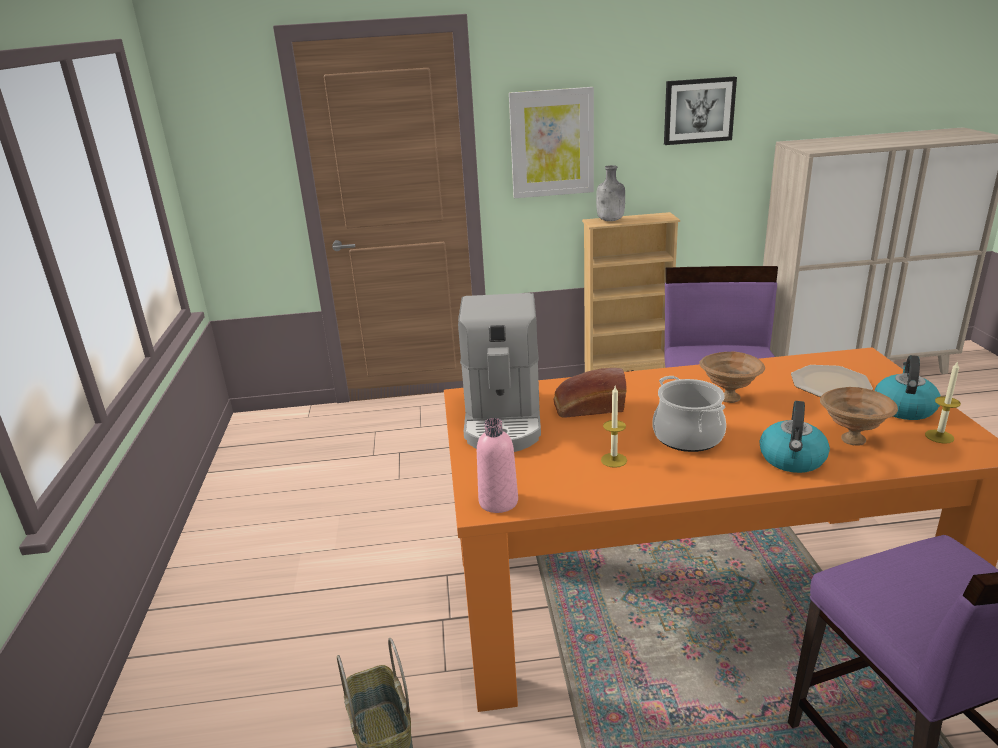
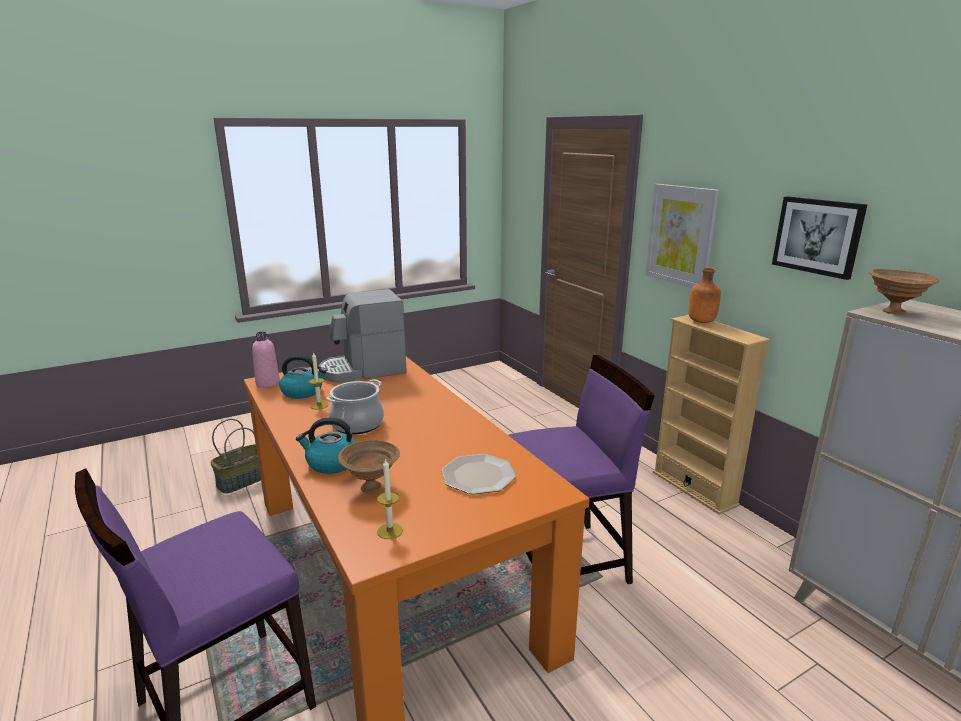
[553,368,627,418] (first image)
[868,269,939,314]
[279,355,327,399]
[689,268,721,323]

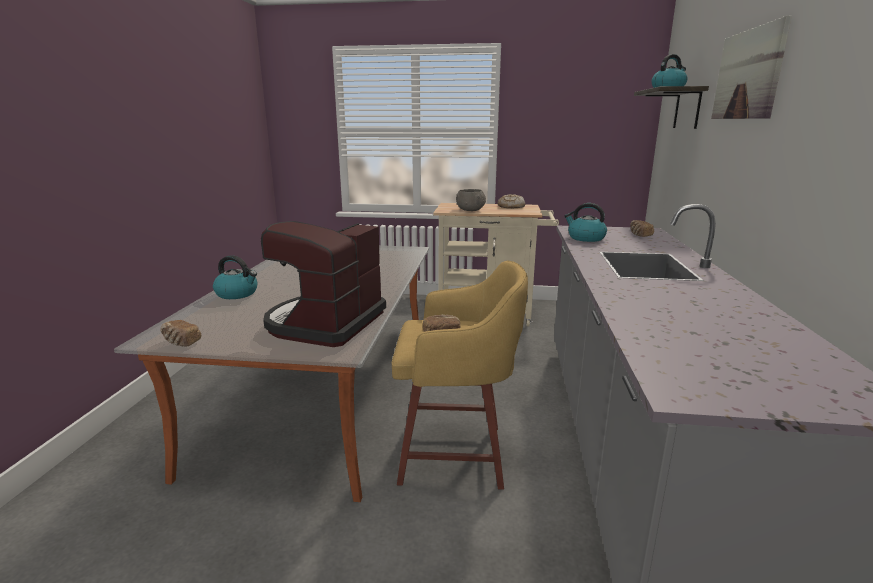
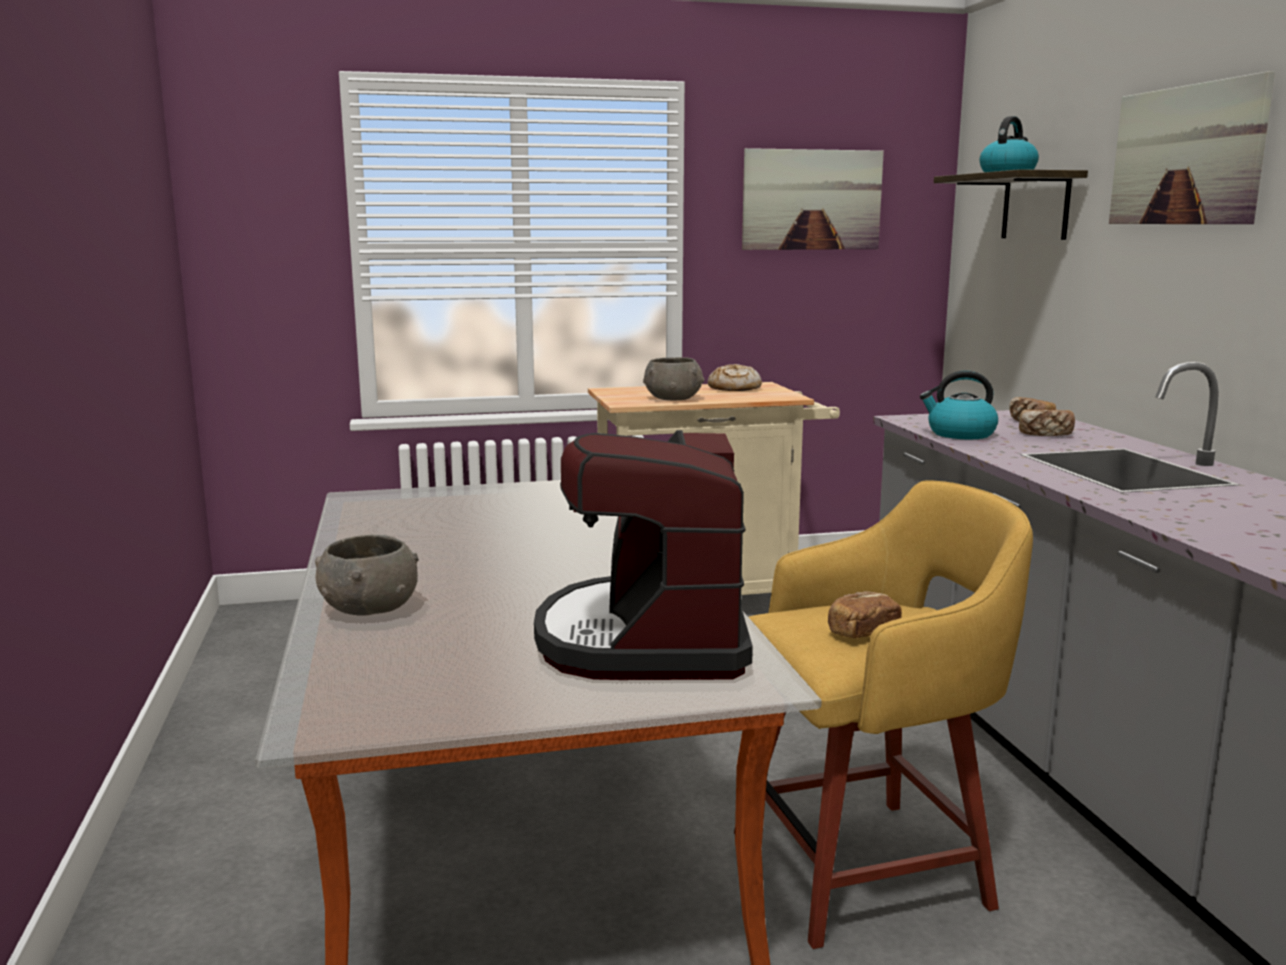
[742,148,884,250]
[1019,409,1075,436]
[315,535,419,616]

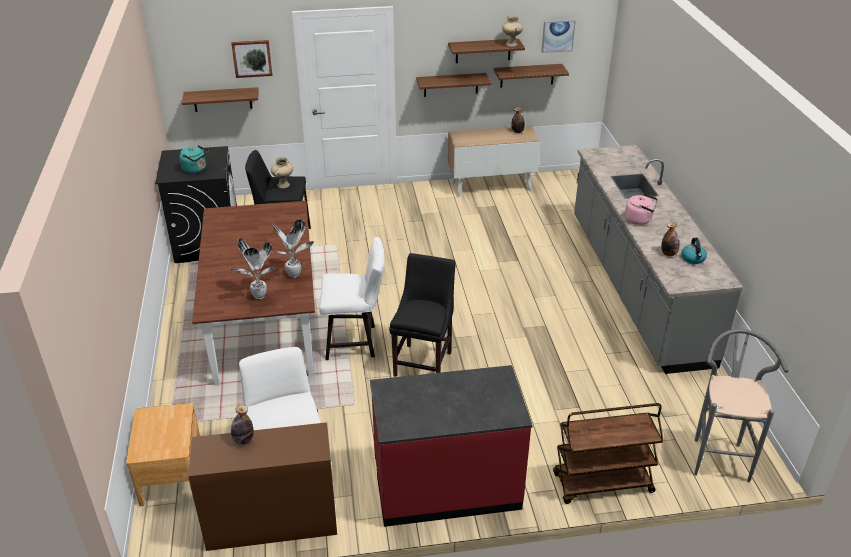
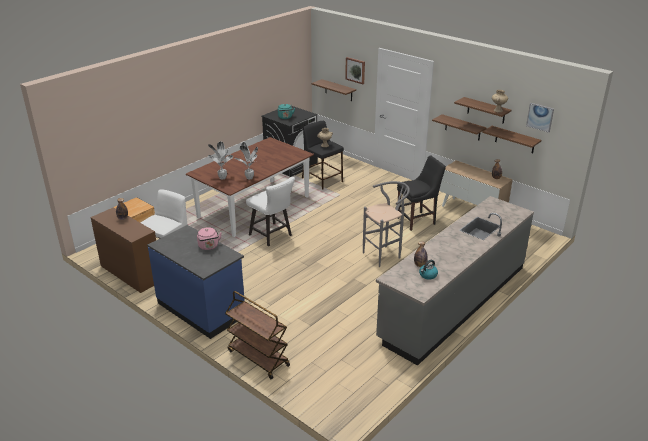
[397,155,446,231]
[197,227,222,250]
[363,181,410,267]
[147,225,245,339]

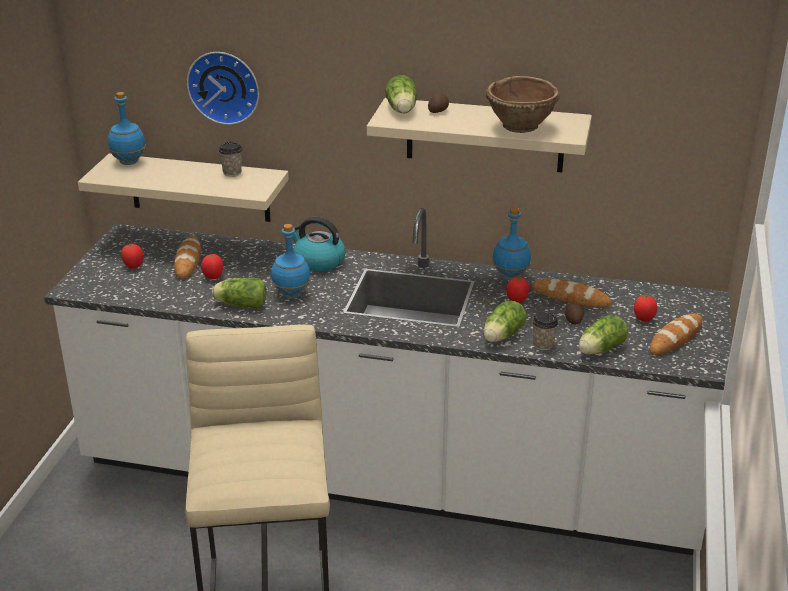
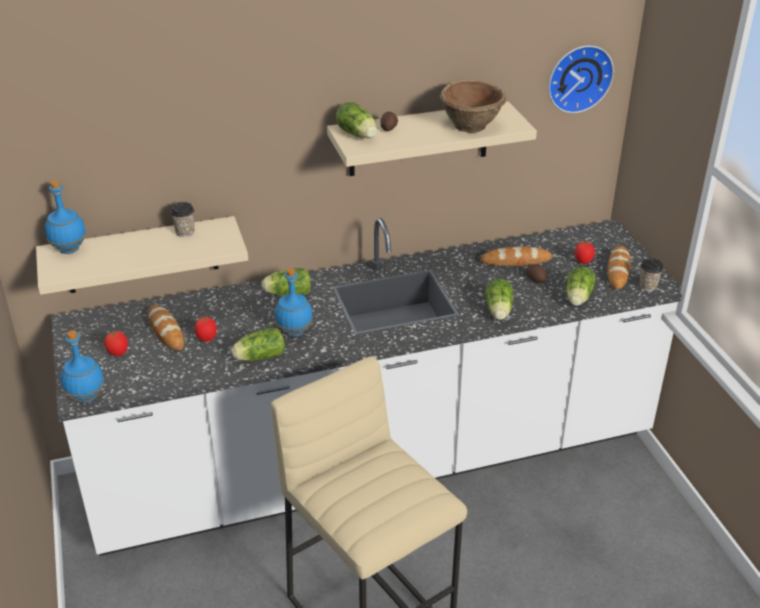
[506,277,529,303] (first image)
[548,45,614,113]
[61,330,104,403]
[640,258,663,291]
[261,268,311,295]

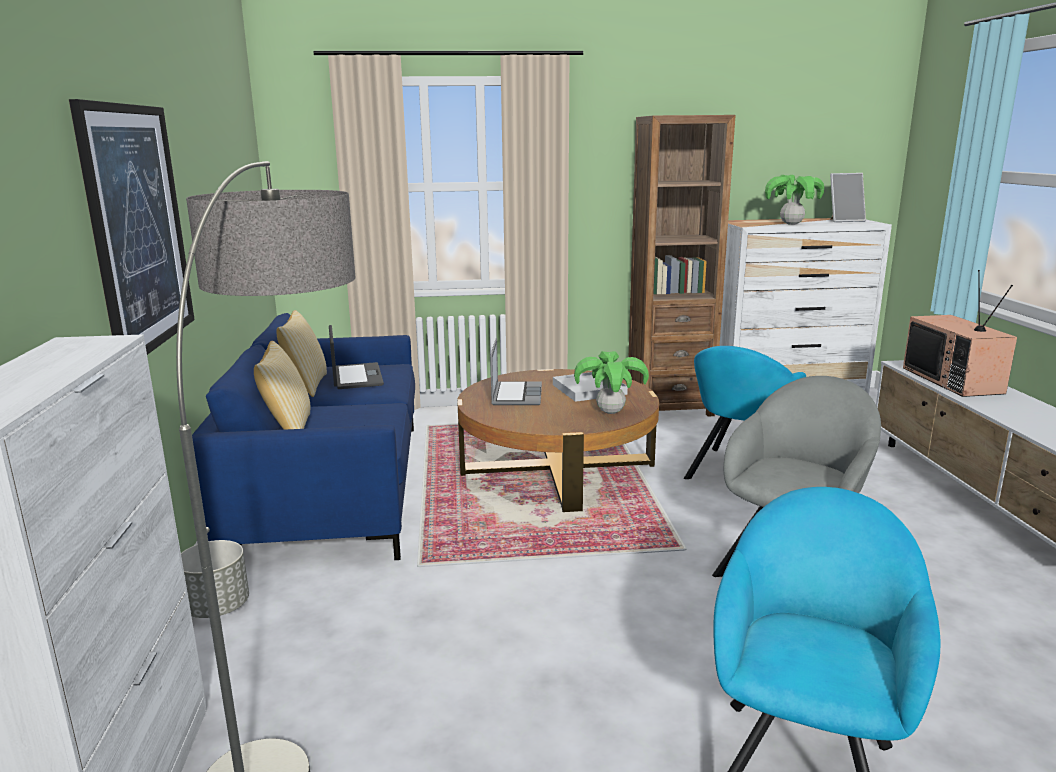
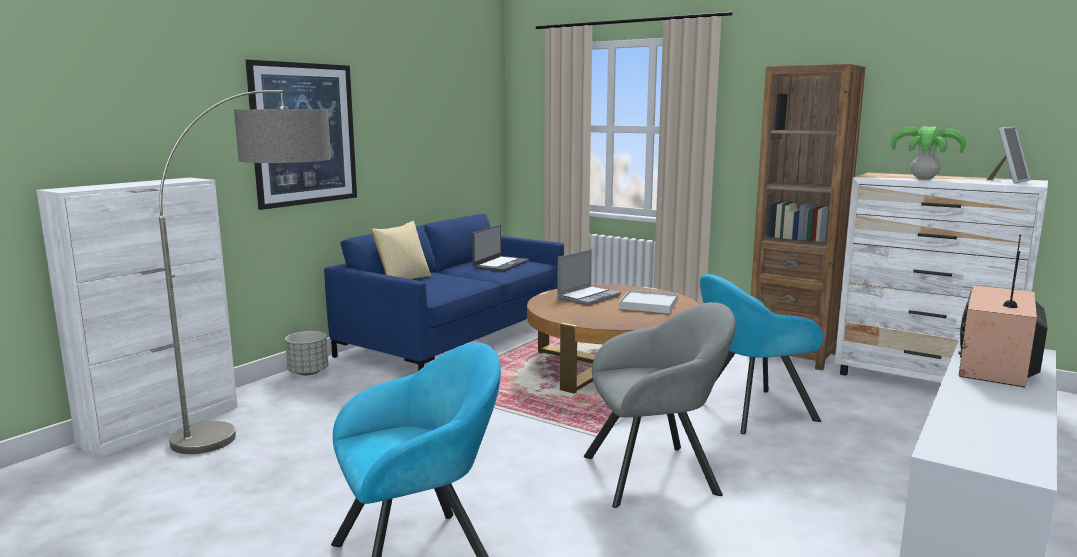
[276,310,327,397] (first image)
[574,351,649,414] (first image)
[986,127,1030,183]

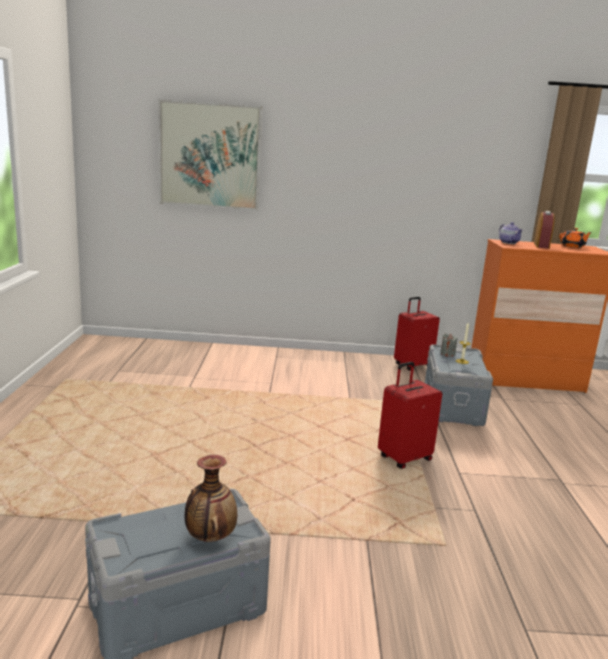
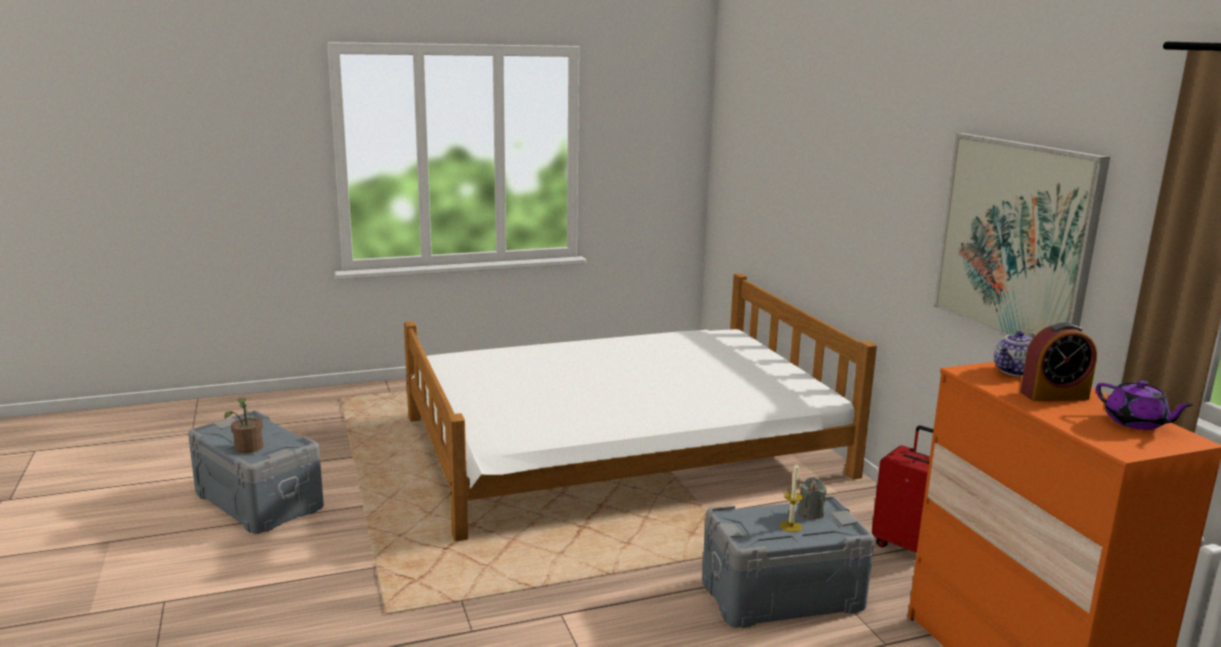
[378,362,442,469] (first image)
[404,273,877,541]
[933,133,1110,337]
[225,398,263,453]
[1096,380,1194,430]

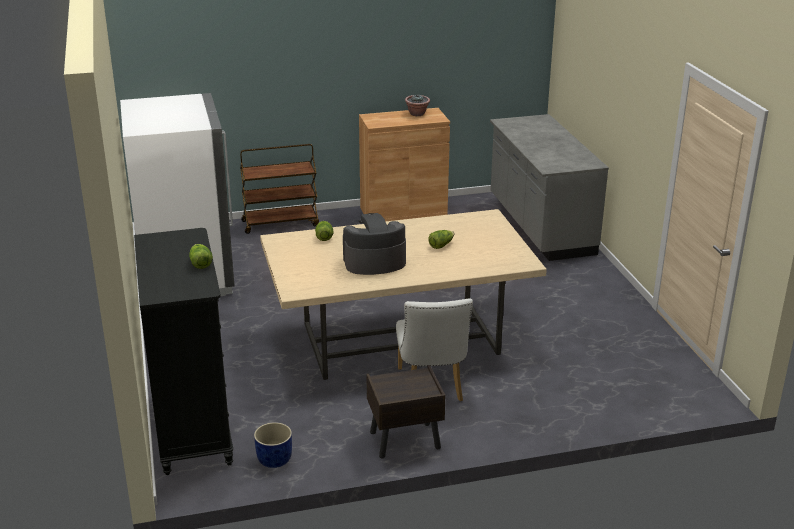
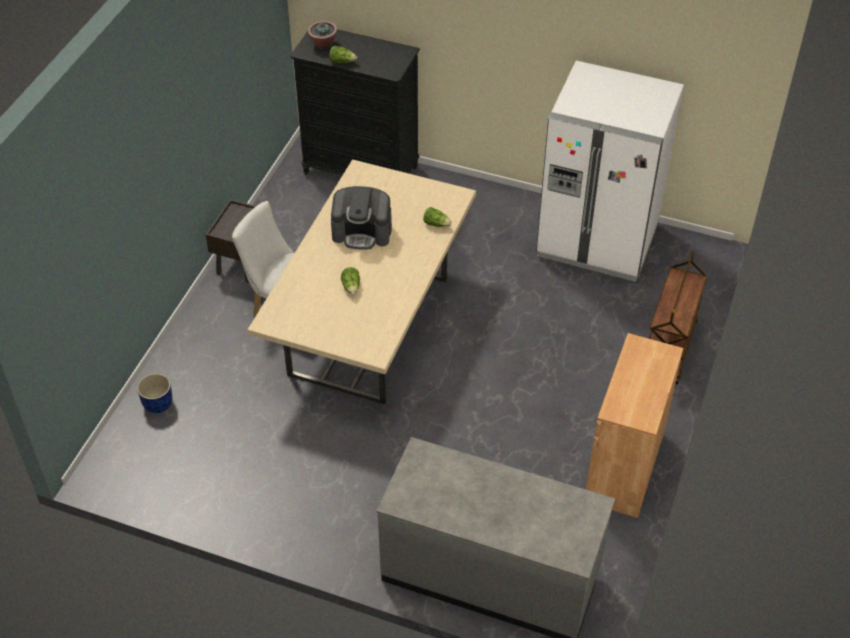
[137,374,172,413]
[308,21,337,49]
[331,186,392,250]

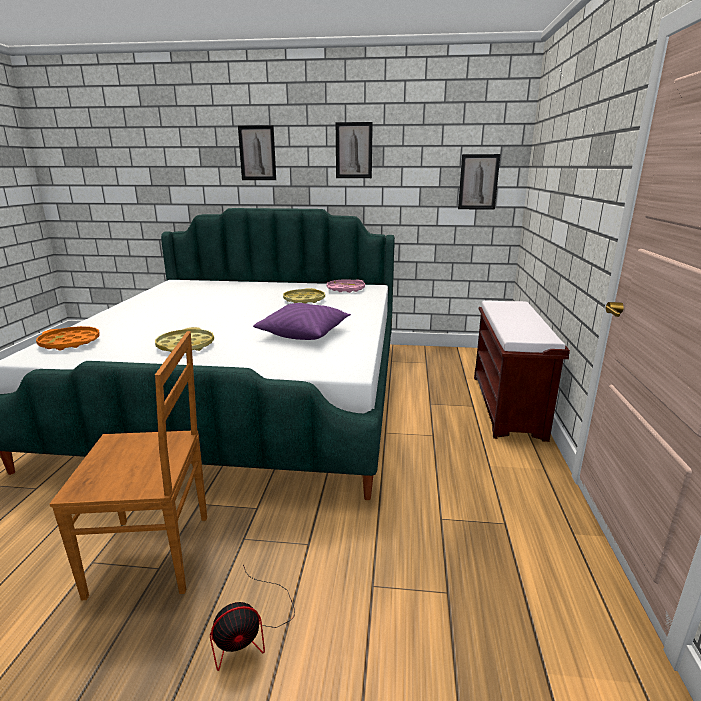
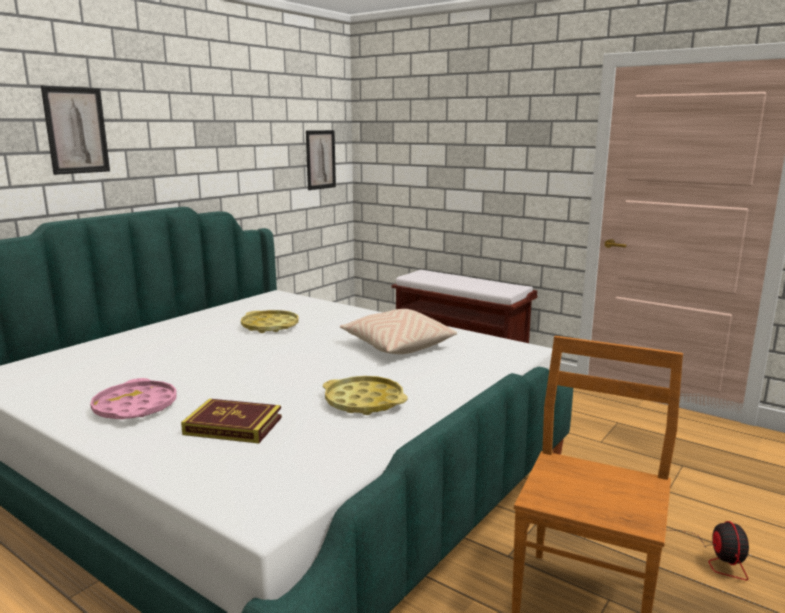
[36,326,100,351] (first image)
[336,122,373,178] (first image)
[181,399,282,443]
[90,378,177,420]
[340,309,457,354]

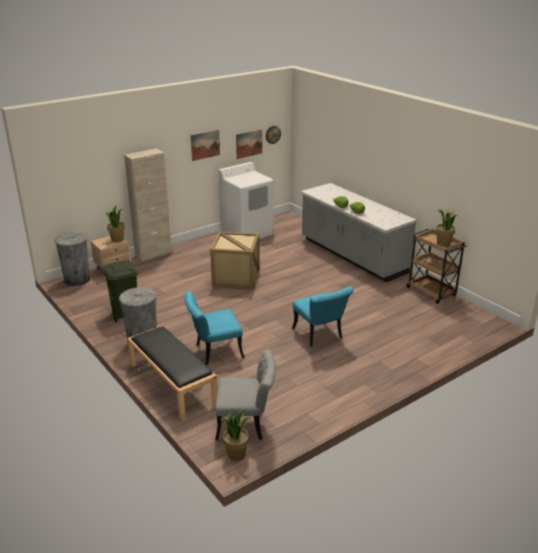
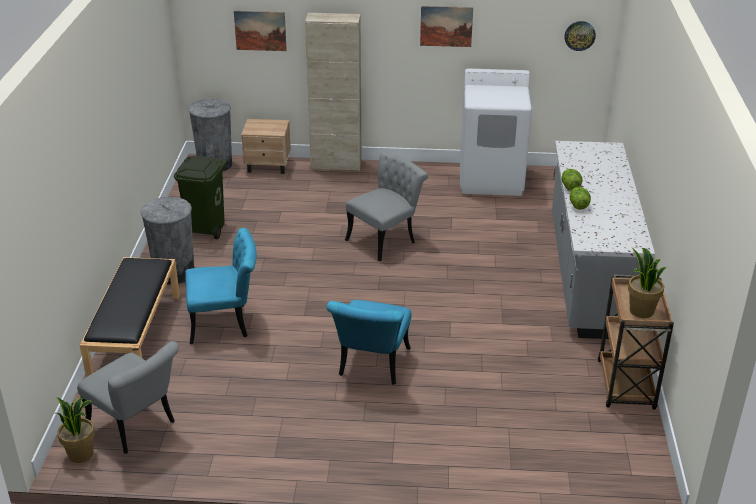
[106,205,125,242] (first image)
[234,11,287,51]
[345,152,428,262]
[185,228,257,344]

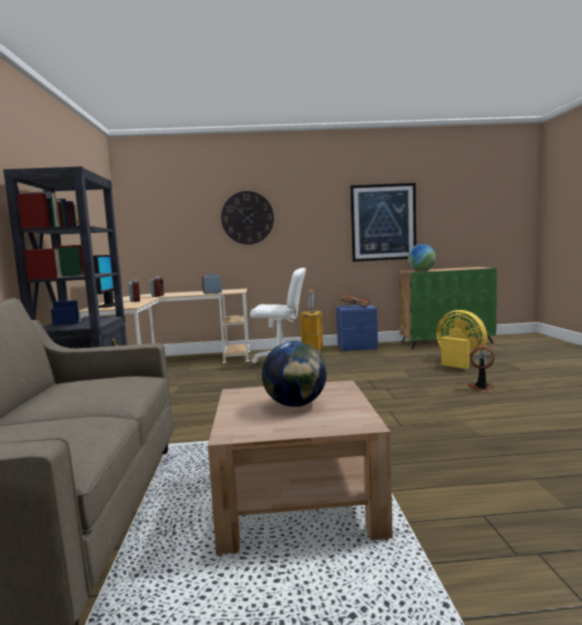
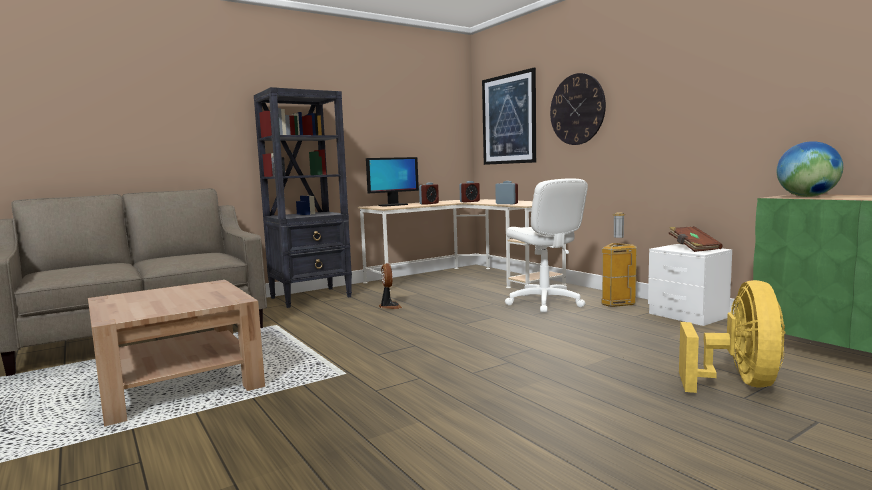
[262,341,327,407] (first image)
[482,68,536,165]
[379,263,402,309]
[648,244,732,326]

